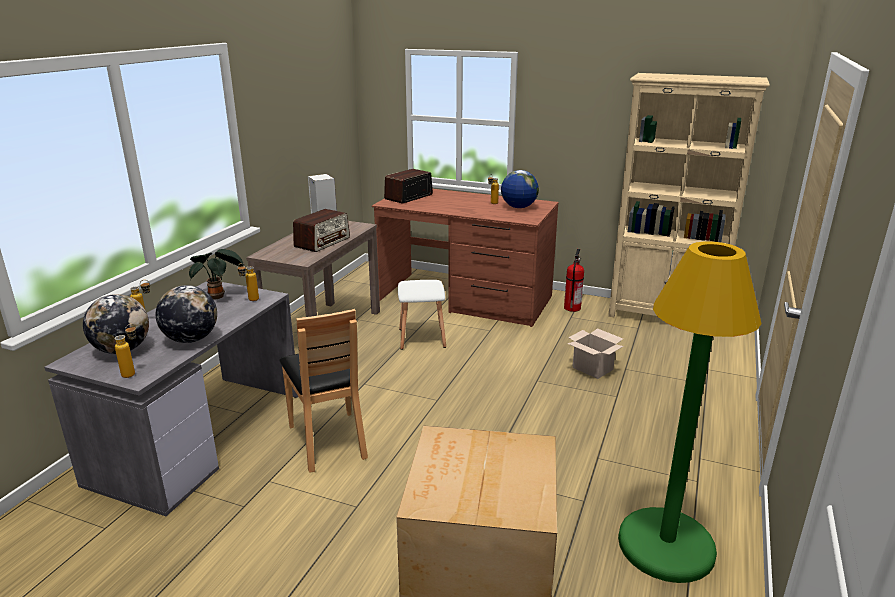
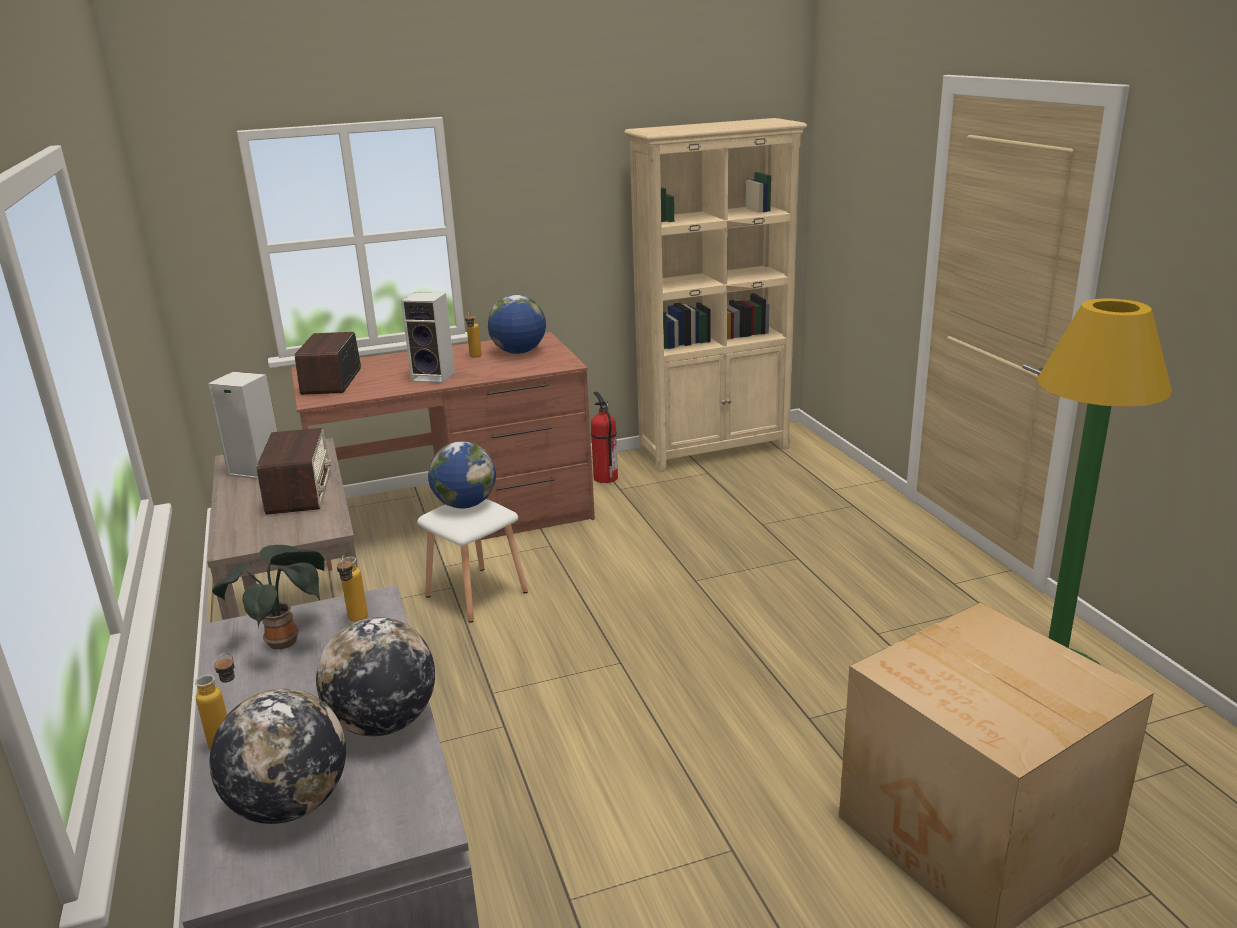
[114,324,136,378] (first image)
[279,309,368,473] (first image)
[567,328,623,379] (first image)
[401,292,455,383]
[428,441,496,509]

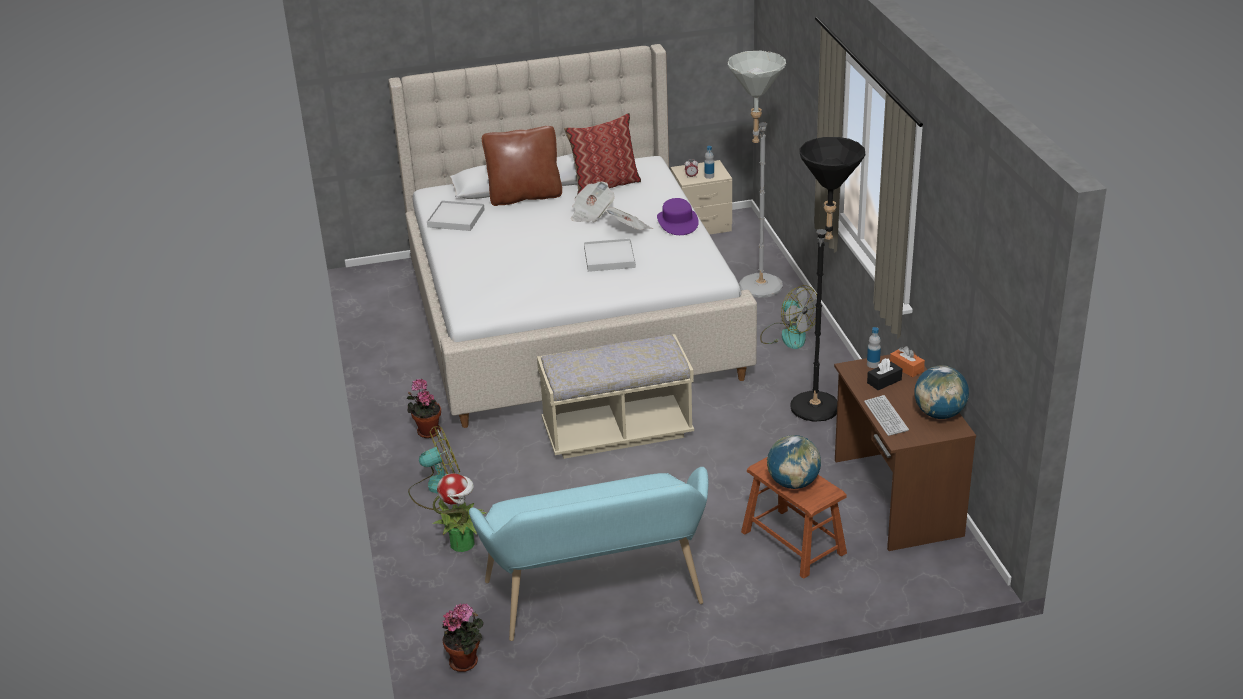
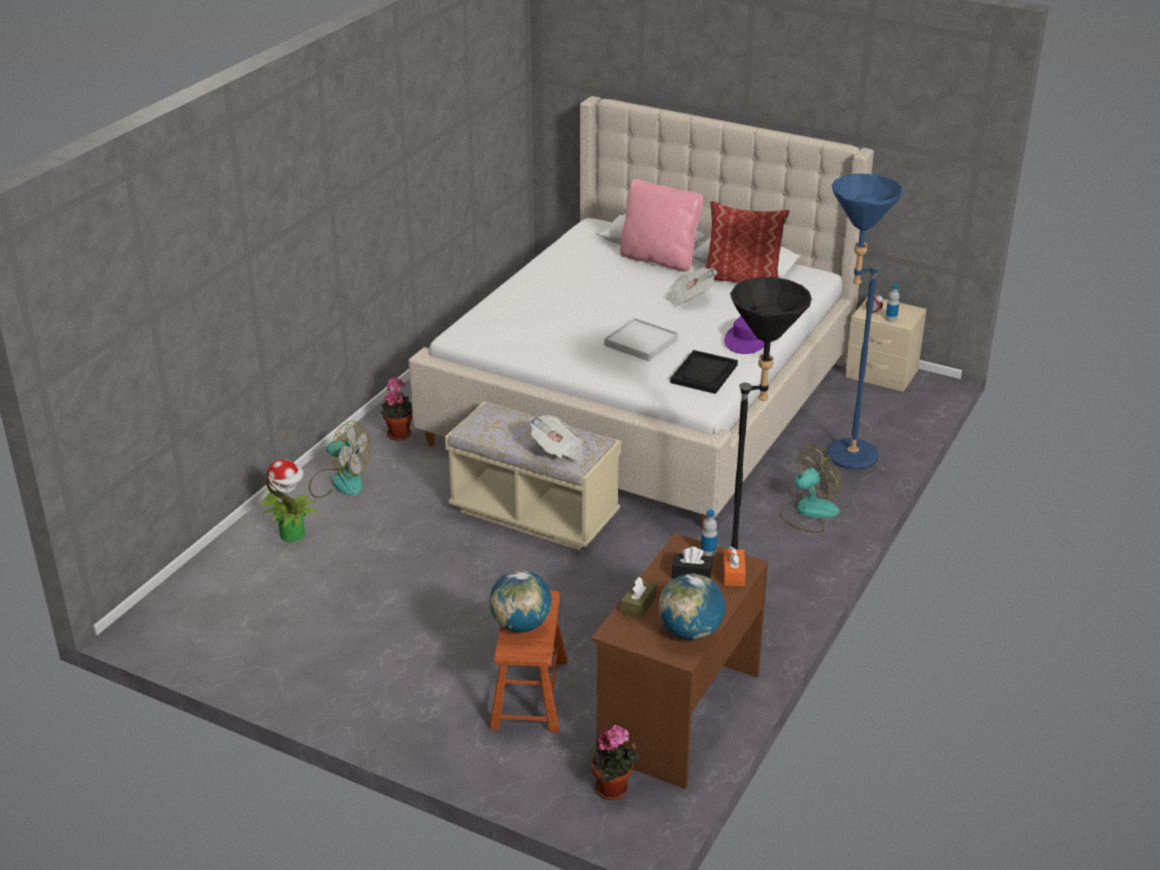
[427,200,485,231] (first image)
[469,467,709,641] (first image)
[670,350,738,394]
[591,725,640,800]
[529,415,583,461]
[621,577,657,620]
[620,179,703,272]
[827,174,903,470]
[779,446,841,533]

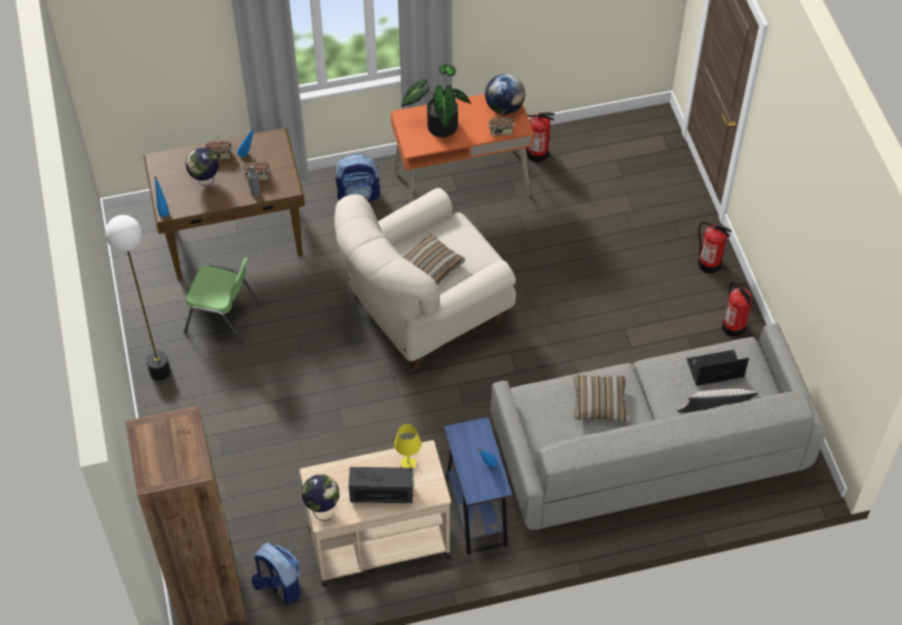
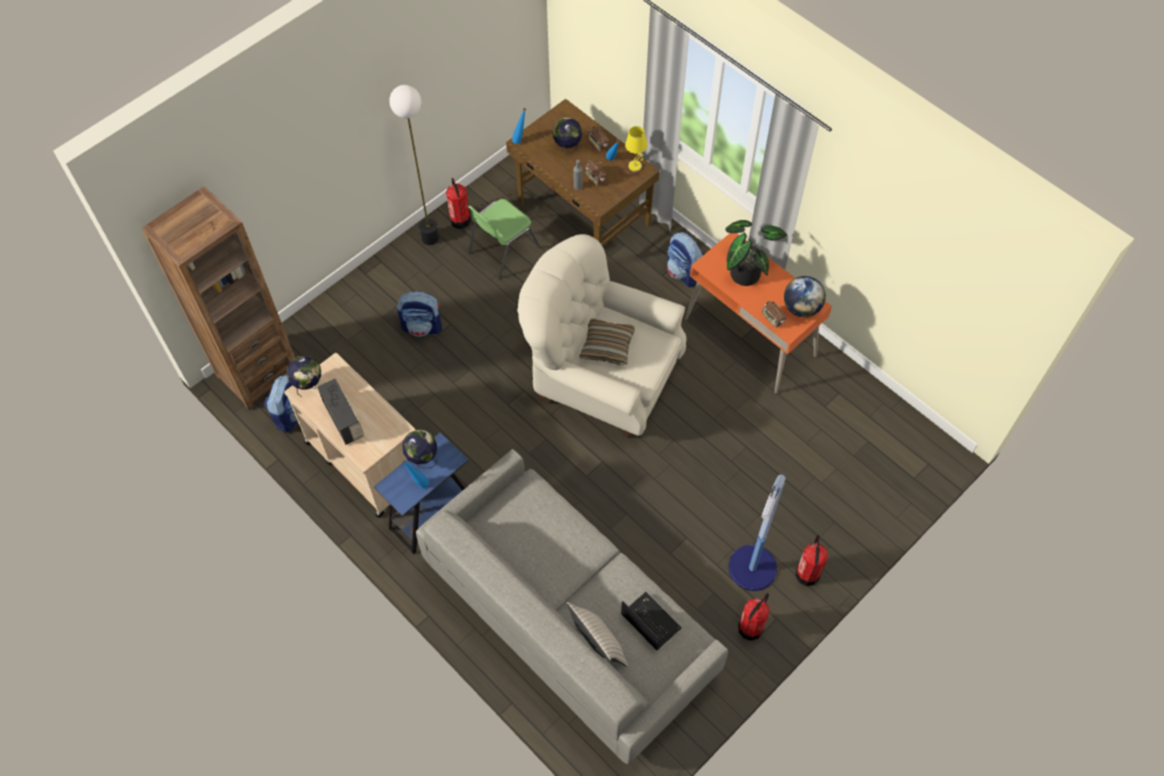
[574,375,628,421] (first image)
[397,291,442,337]
[402,430,438,468]
[728,474,786,591]
[625,126,647,172]
[446,178,471,229]
[468,199,541,279]

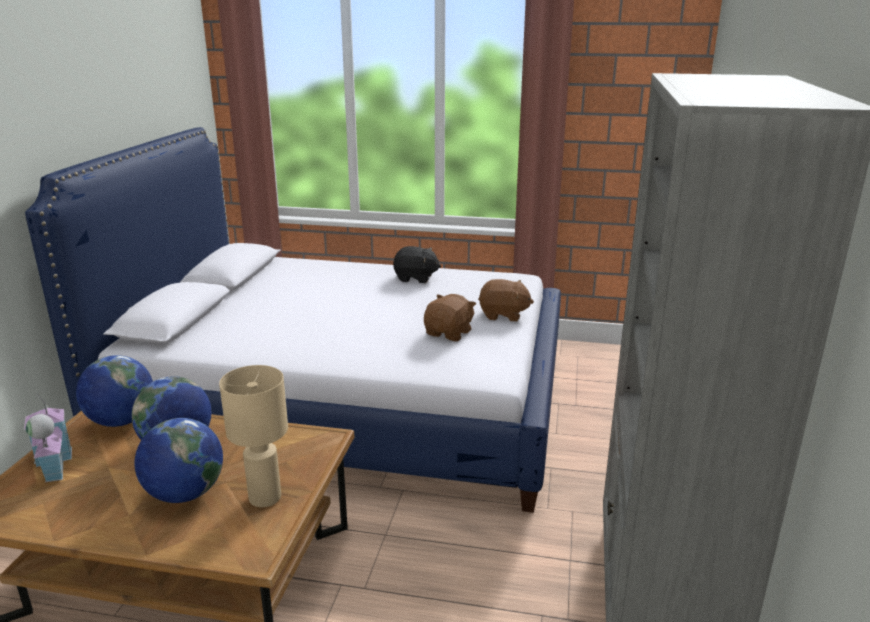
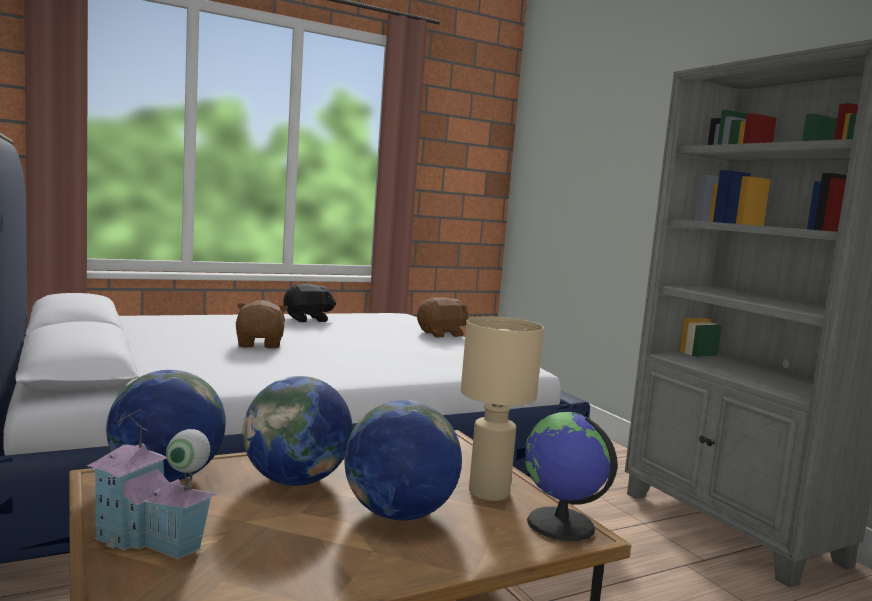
[525,412,617,541]
[236,300,288,348]

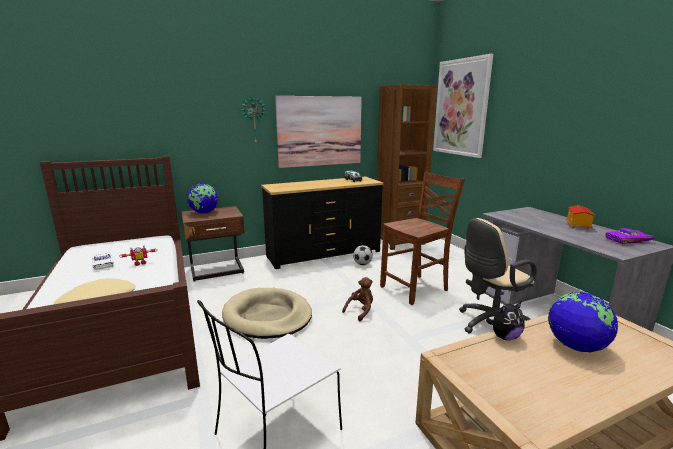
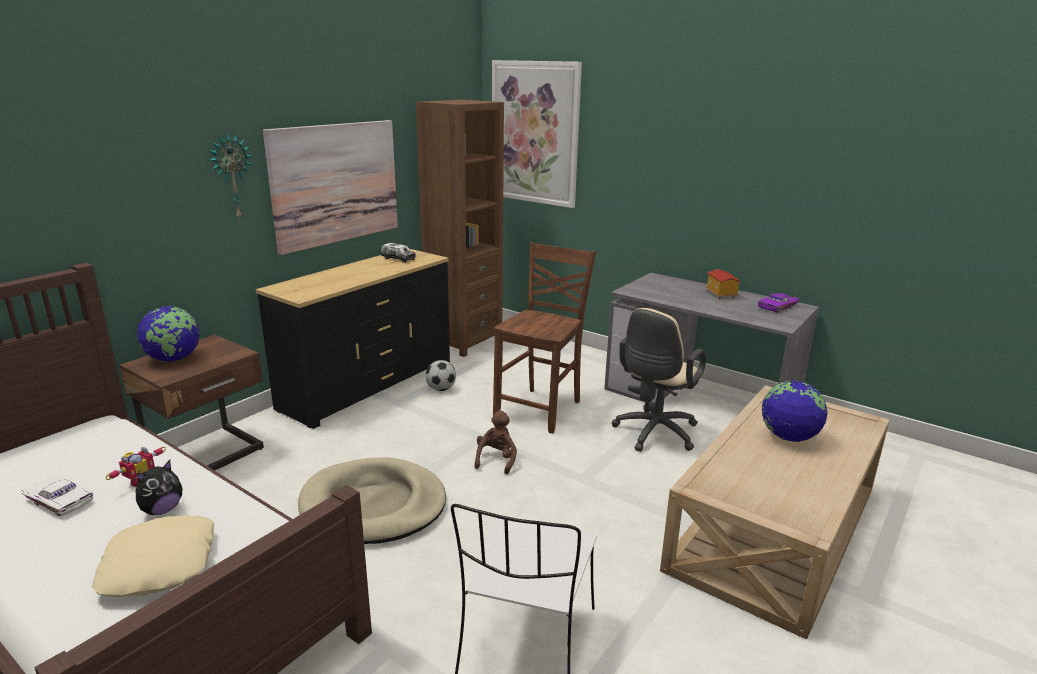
[136,460,182,515]

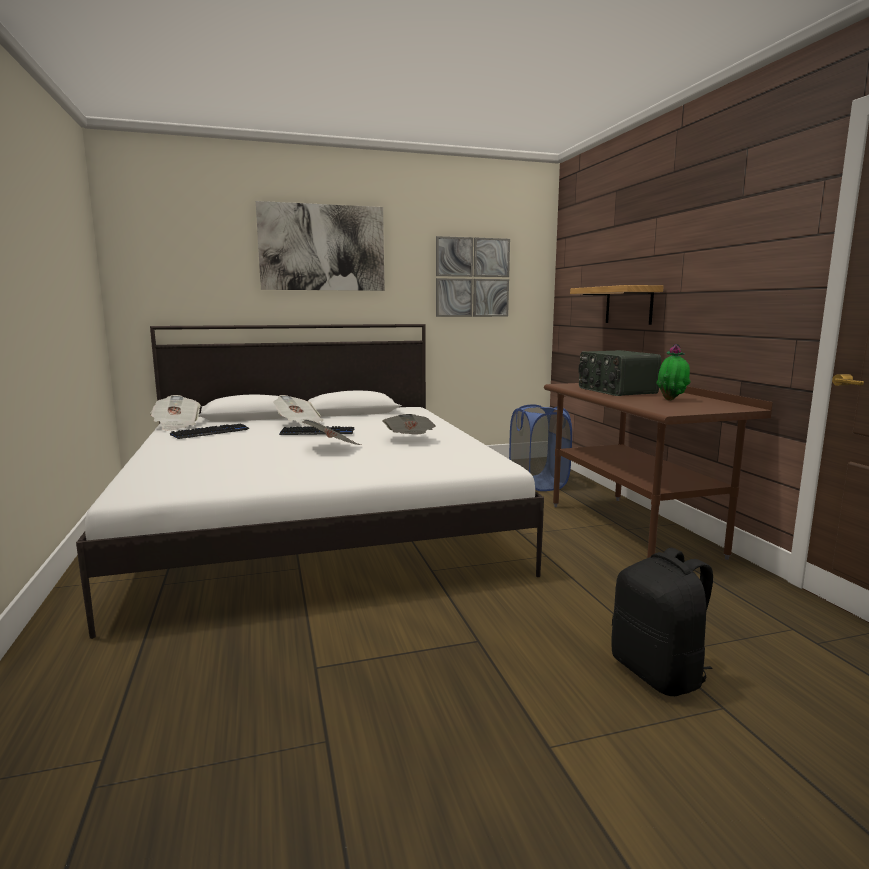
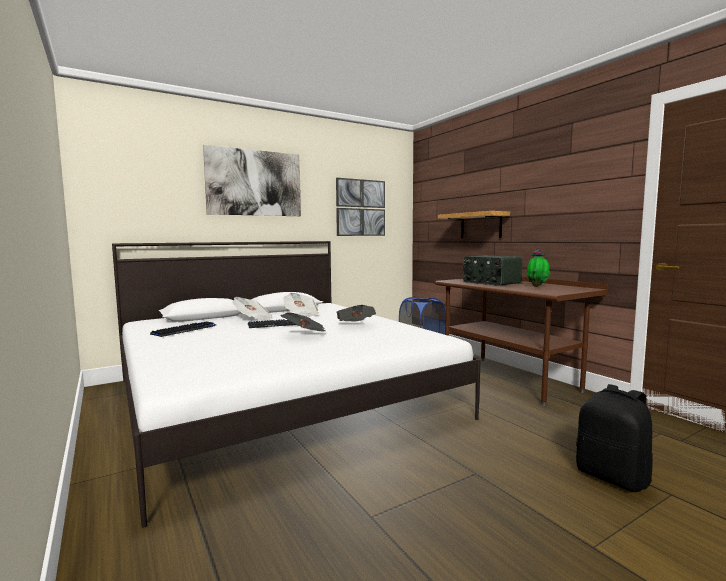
[283,293,319,318]

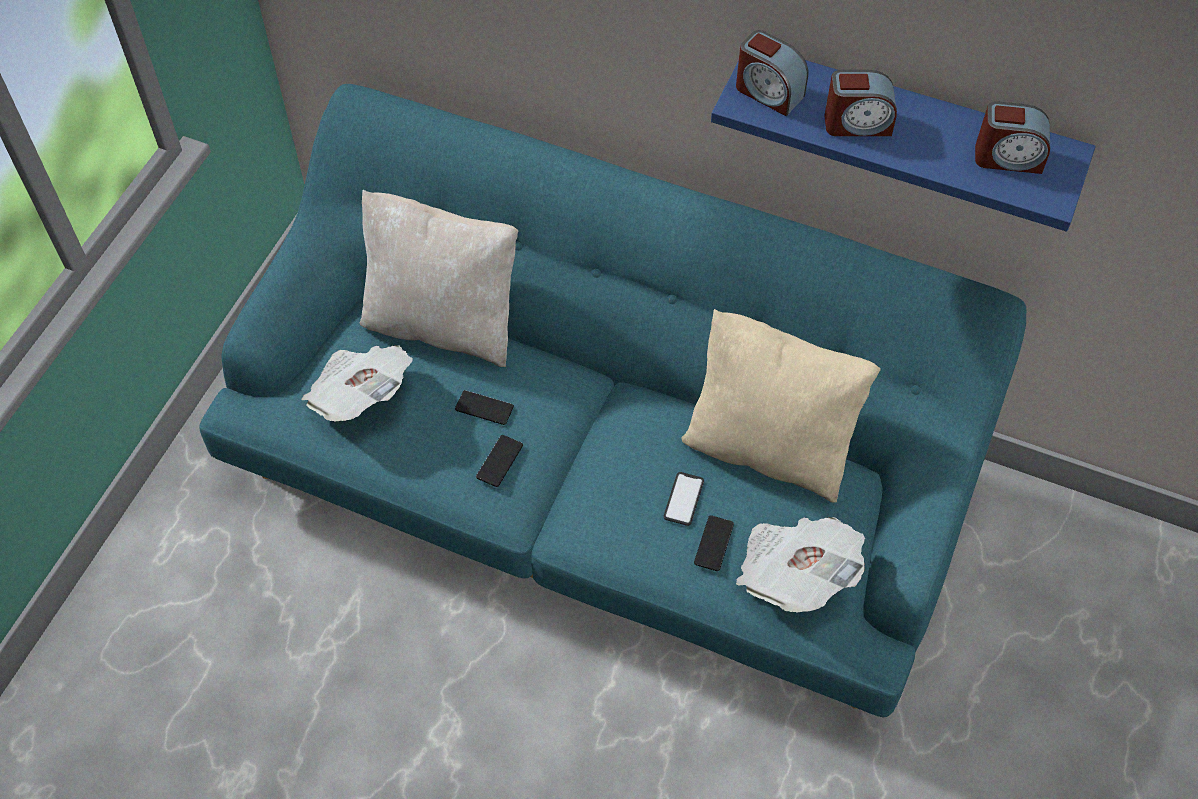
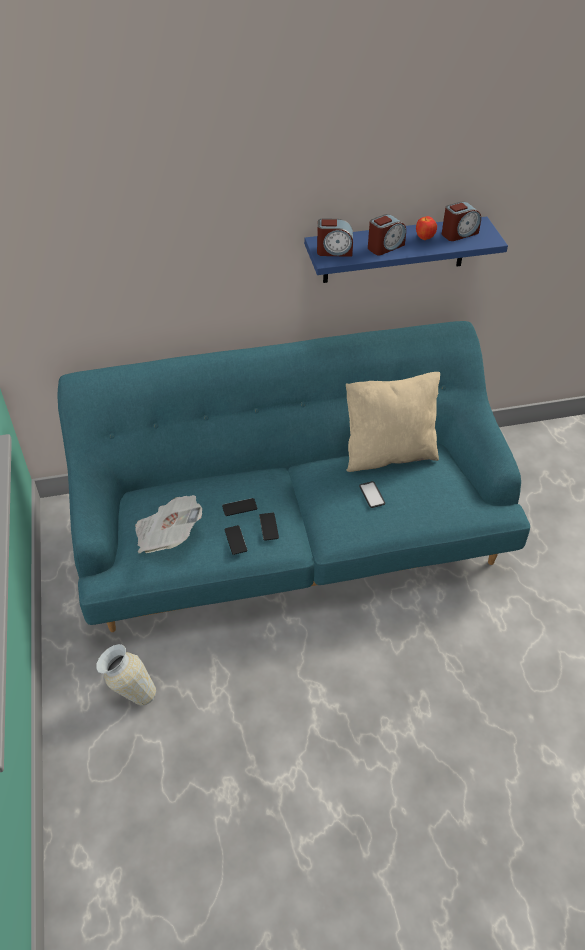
[360,190,518,367] (first image)
[736,517,865,613] (first image)
[96,644,156,706]
[416,216,437,240]
[224,525,248,555]

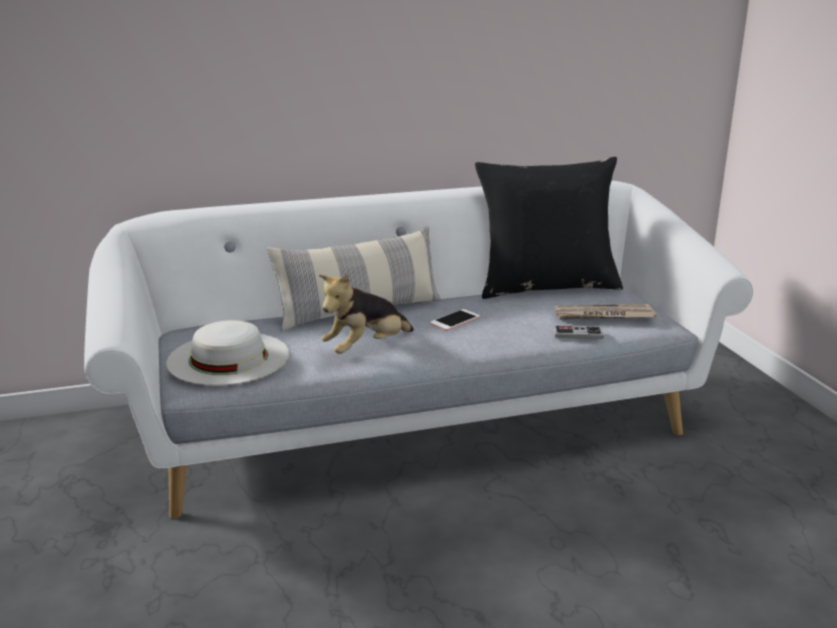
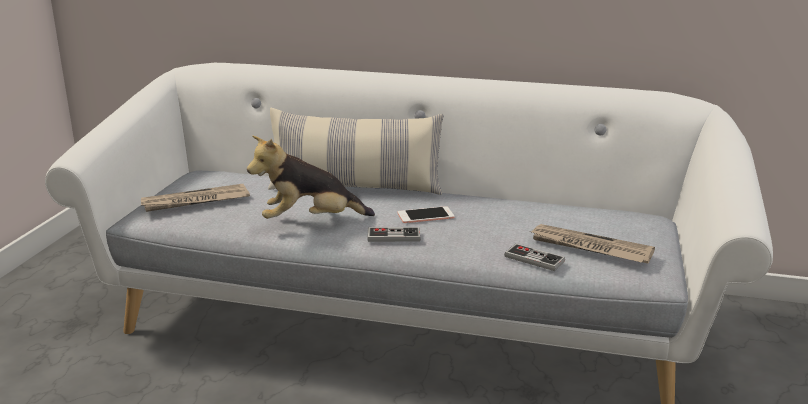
[475,157,623,299] (first image)
[367,227,420,242]
[141,184,250,212]

